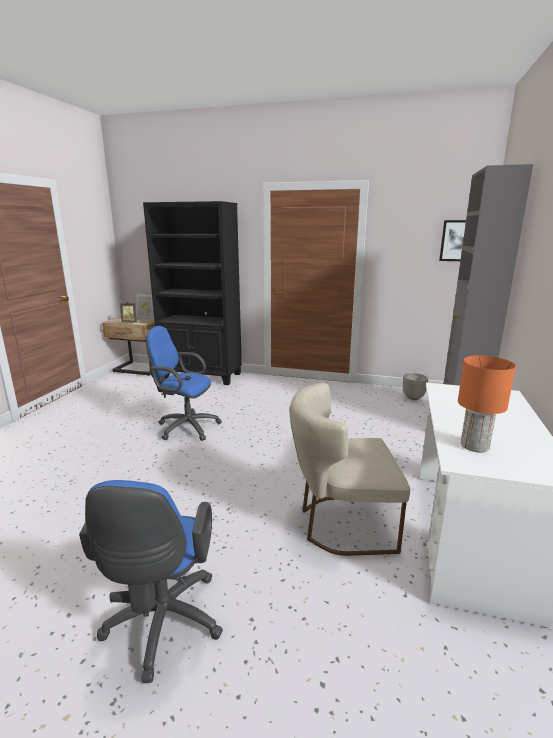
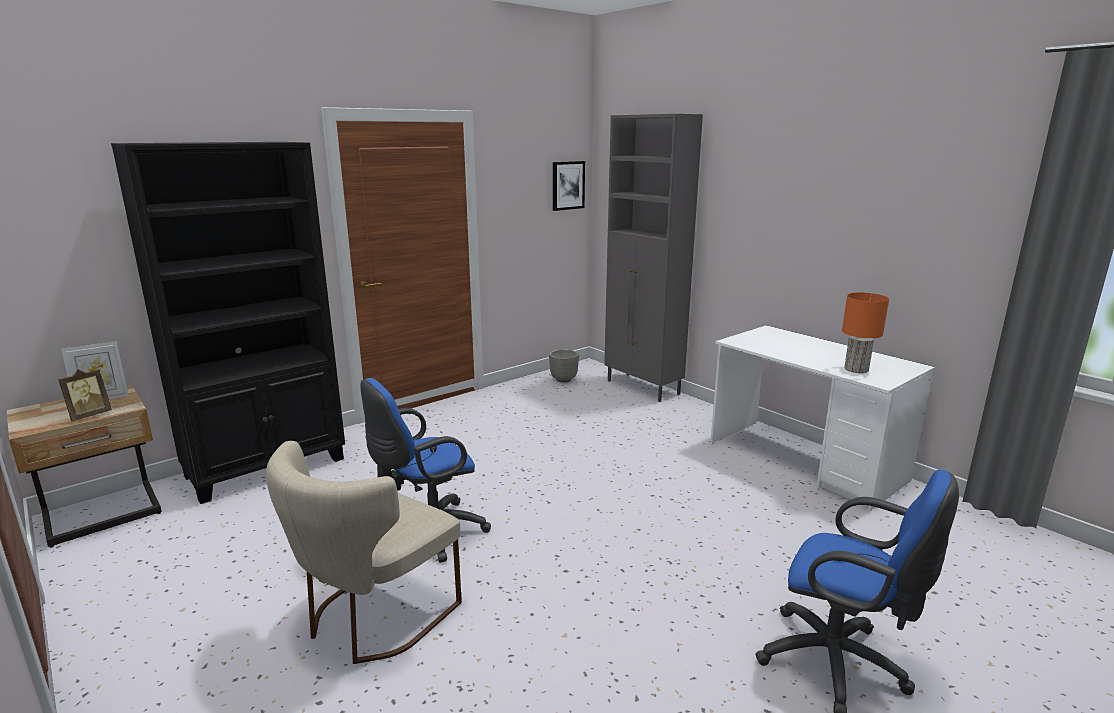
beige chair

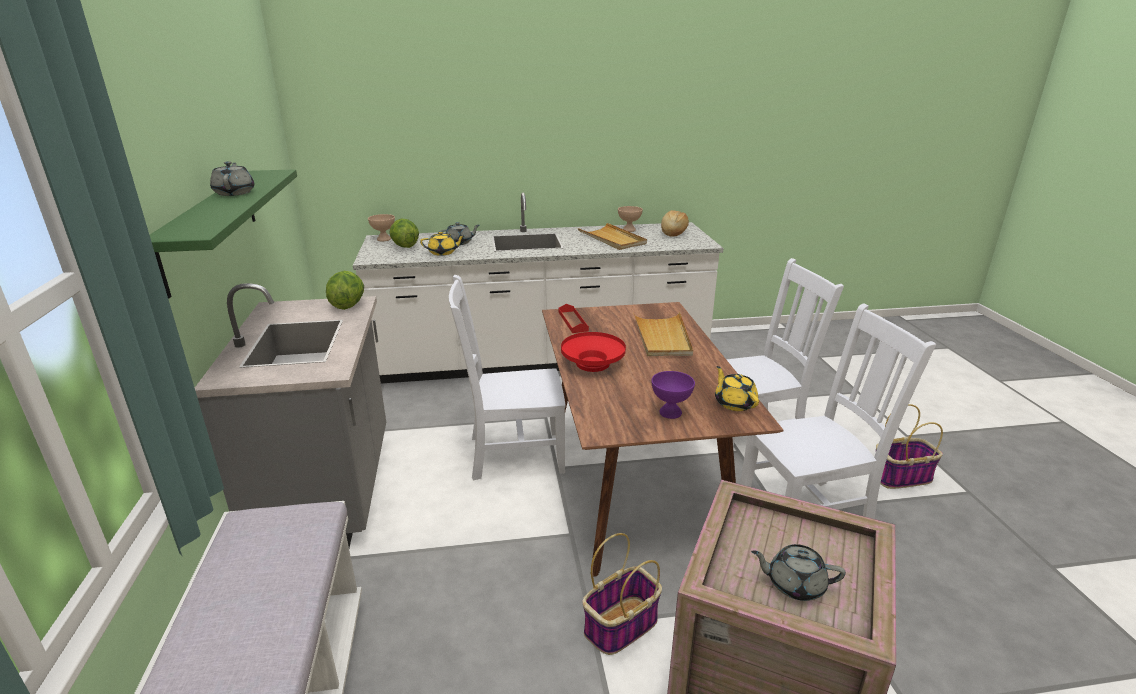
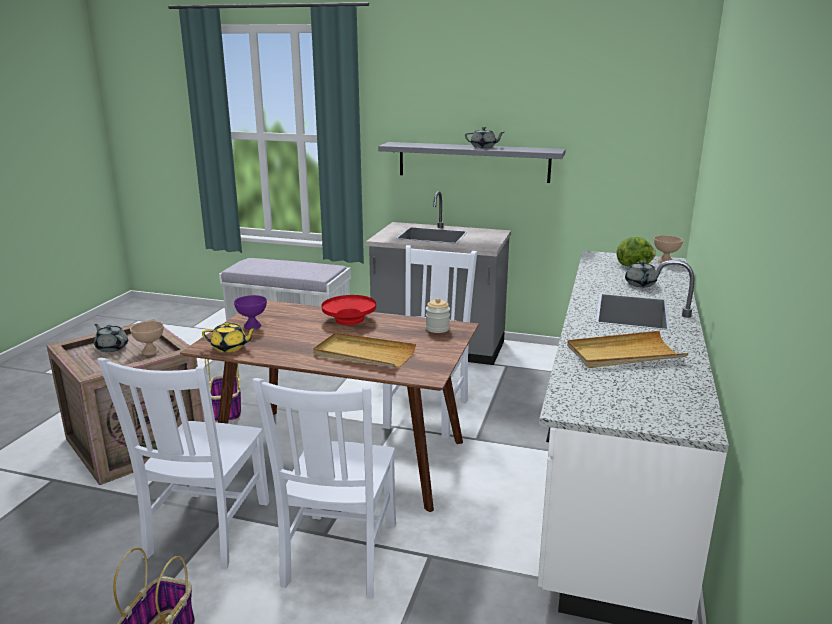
grey shelf
lettuce (1st from left in the first image)
yellow teapot (1st from left in the first image)
jar
beige bowl (1st from left)
bread
grey teapot (1st from left)

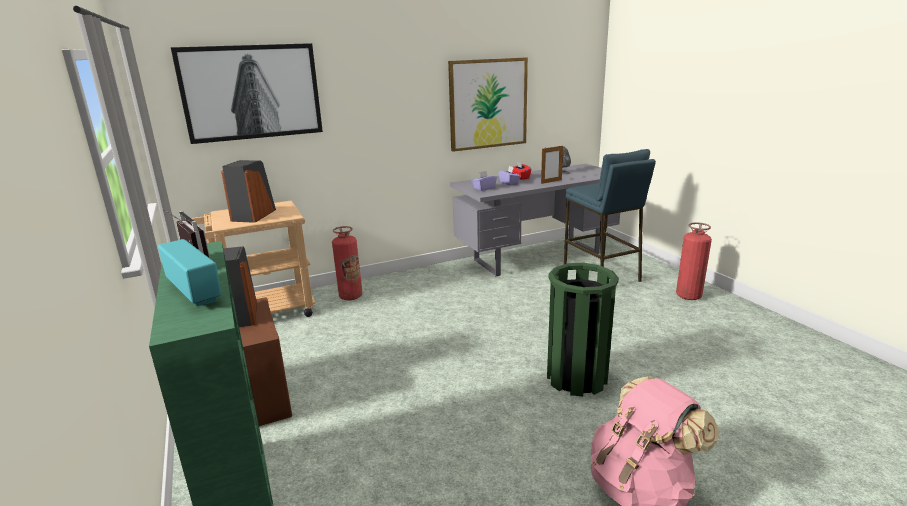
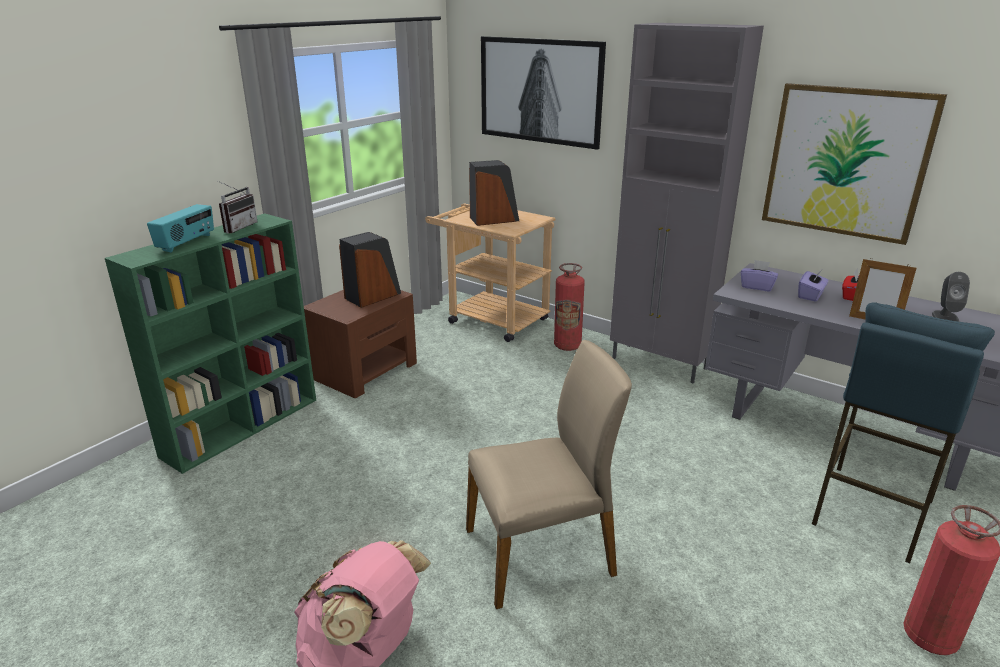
beige chair
grey cabinet

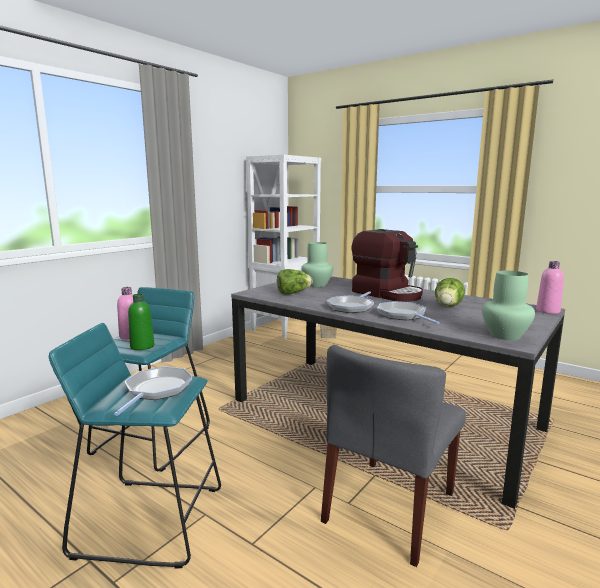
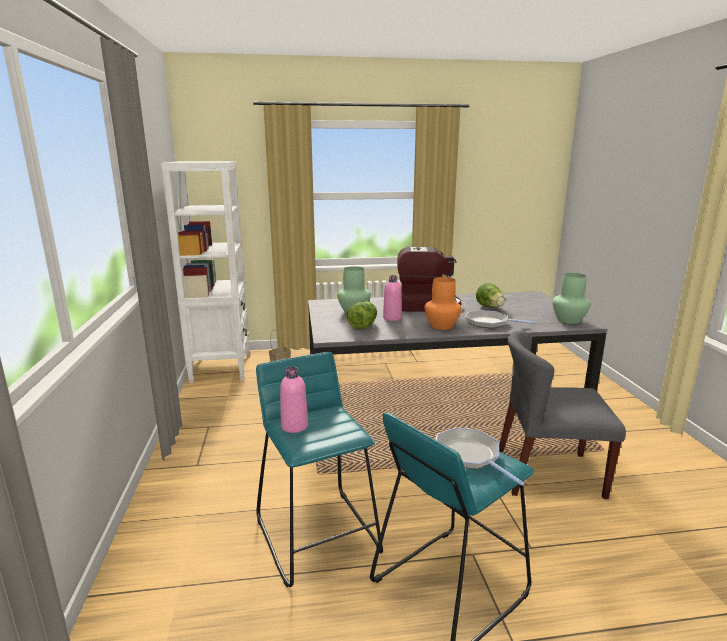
green bottle
grey chair
orange vase
pink bottle (2nd from left)

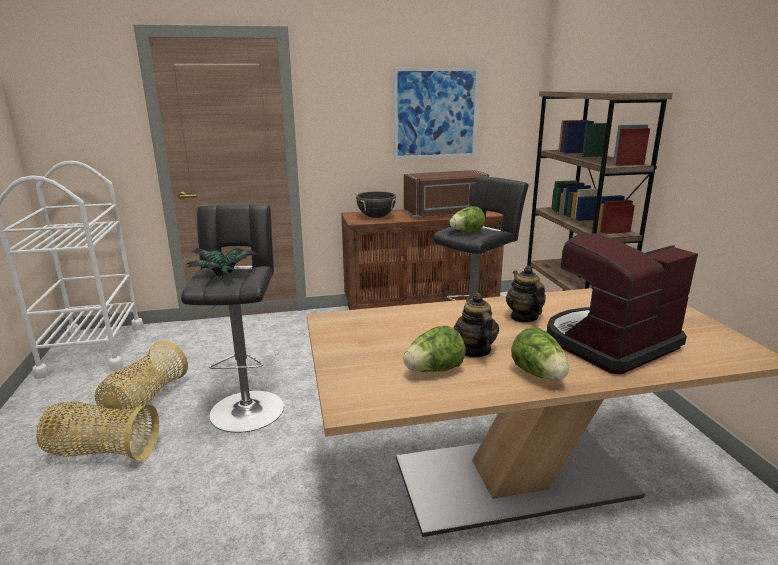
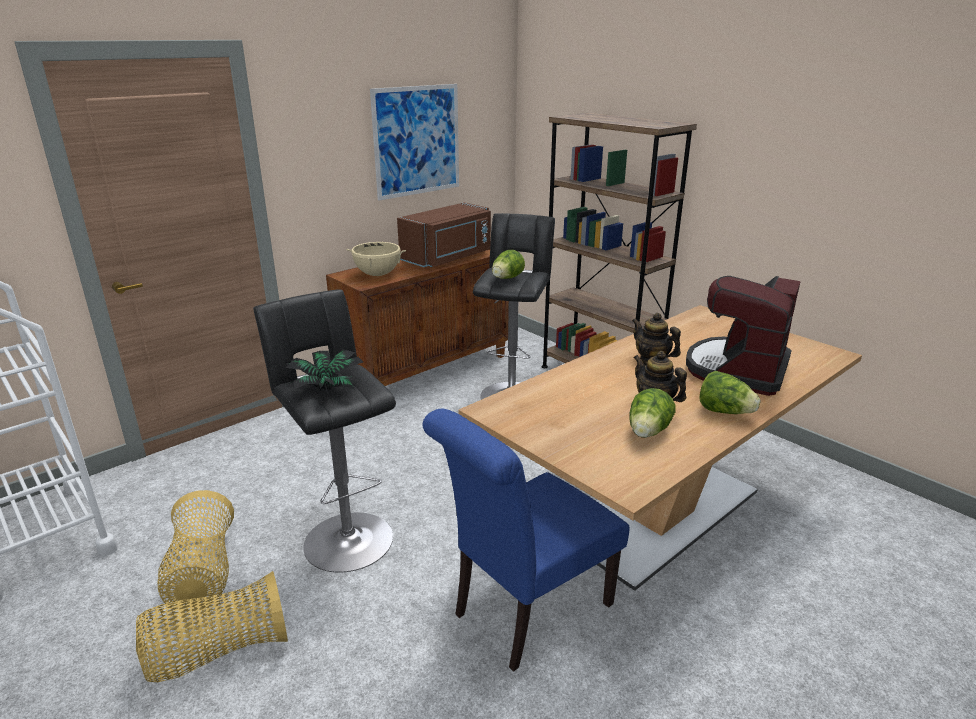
beige cooking pot
blue chair

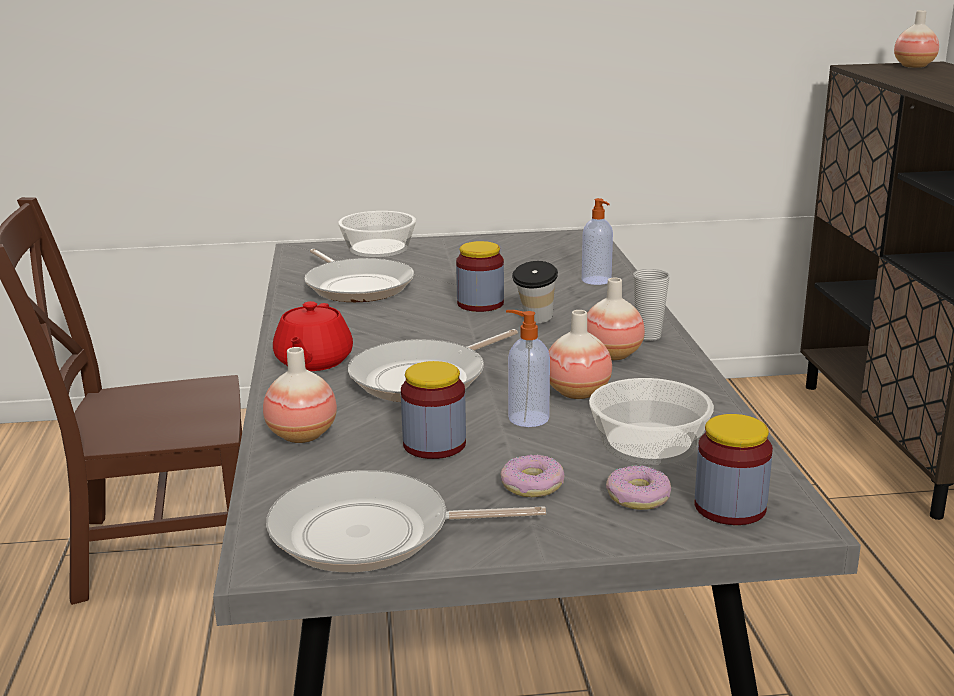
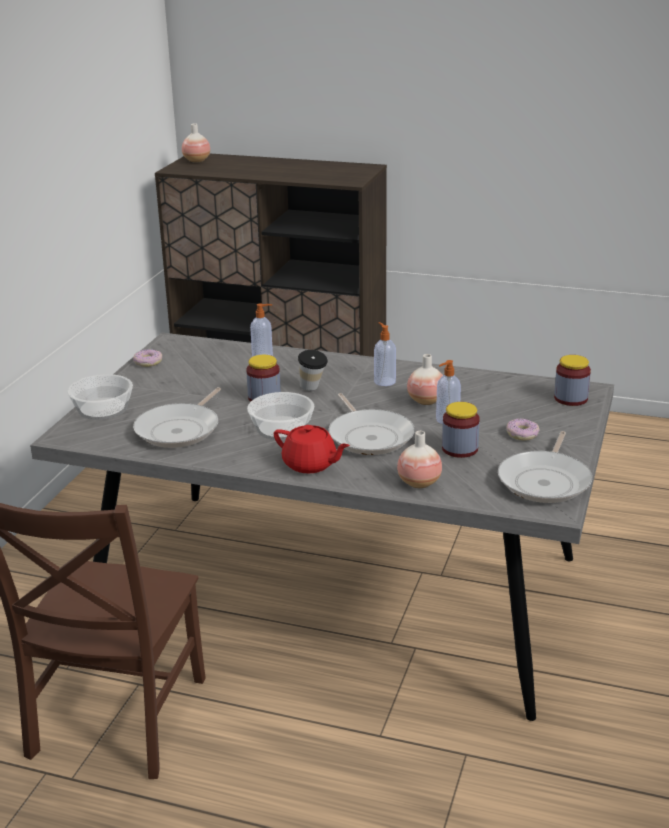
frying pan (1st from left)
soap dispenser (2nd from left)
bowl (2nd from left)
donut (1st from left)
cup (2nd from left in the first image)

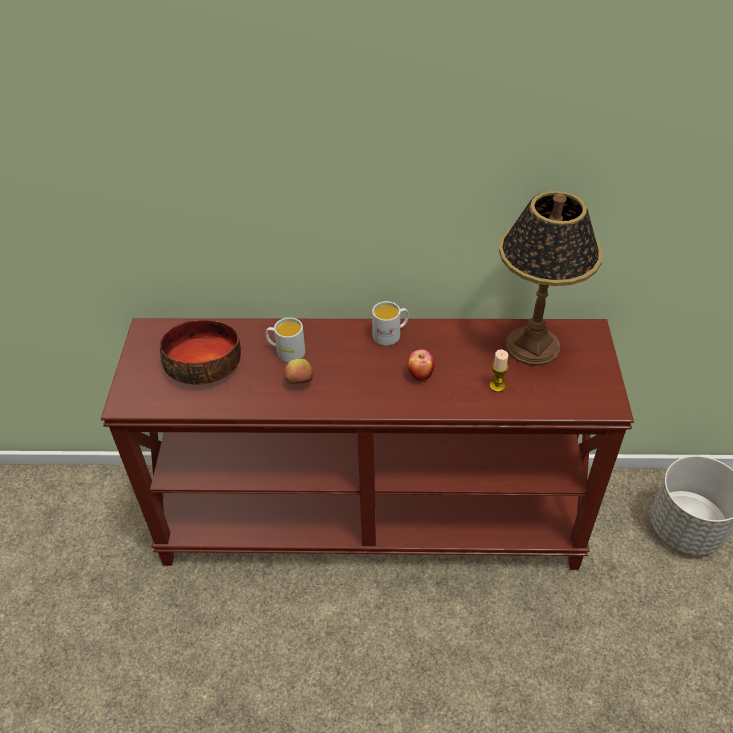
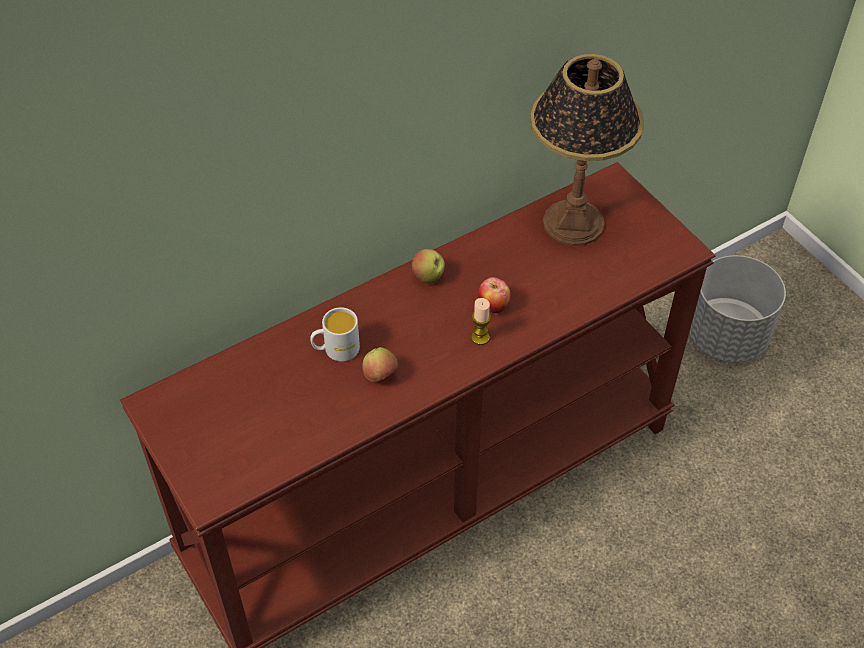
bowl
apple (2nd from left)
candle

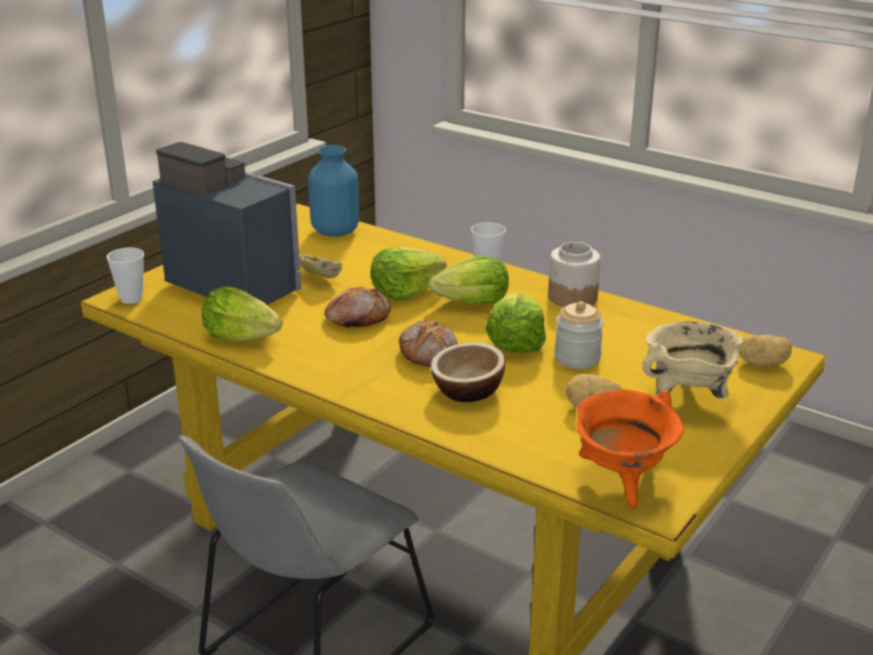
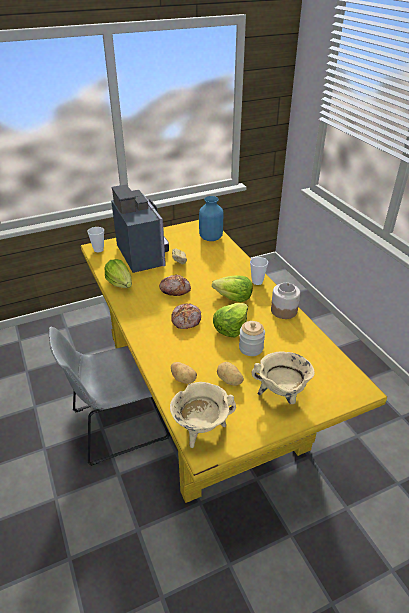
lettuce (2nd from left in the first image)
bowl
beige cooking pot (1st from left)
potato (1st from left)

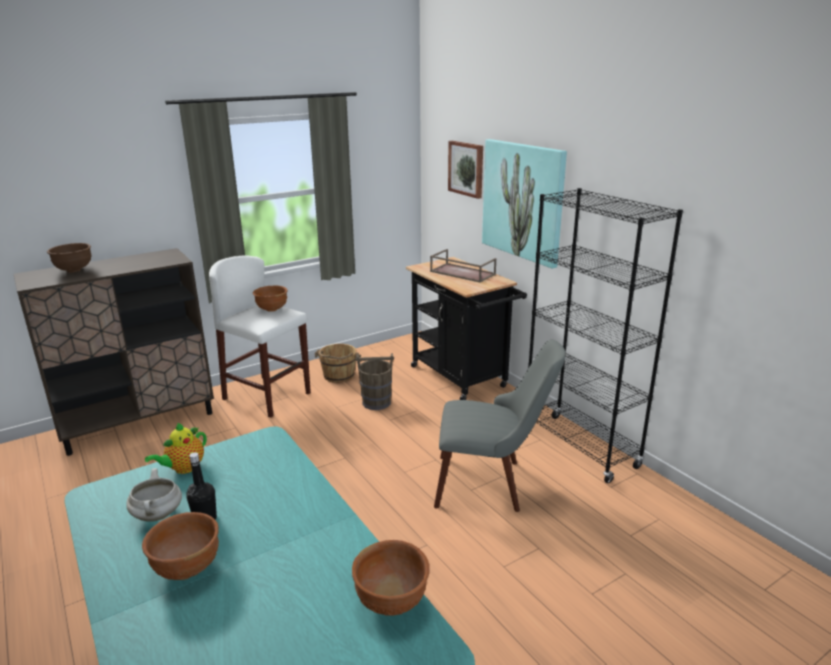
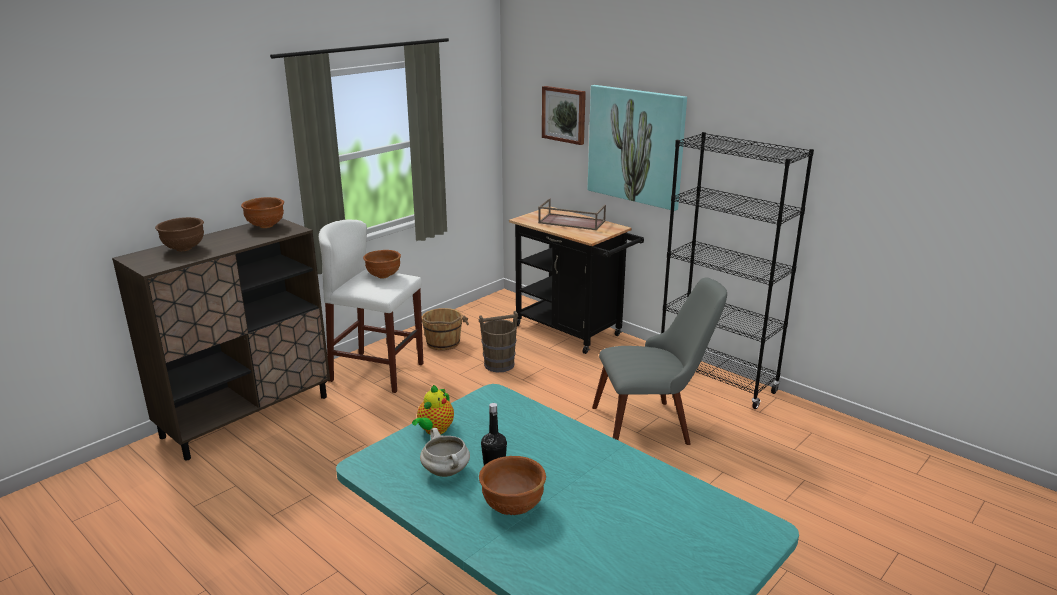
brown bowl (2nd from left)

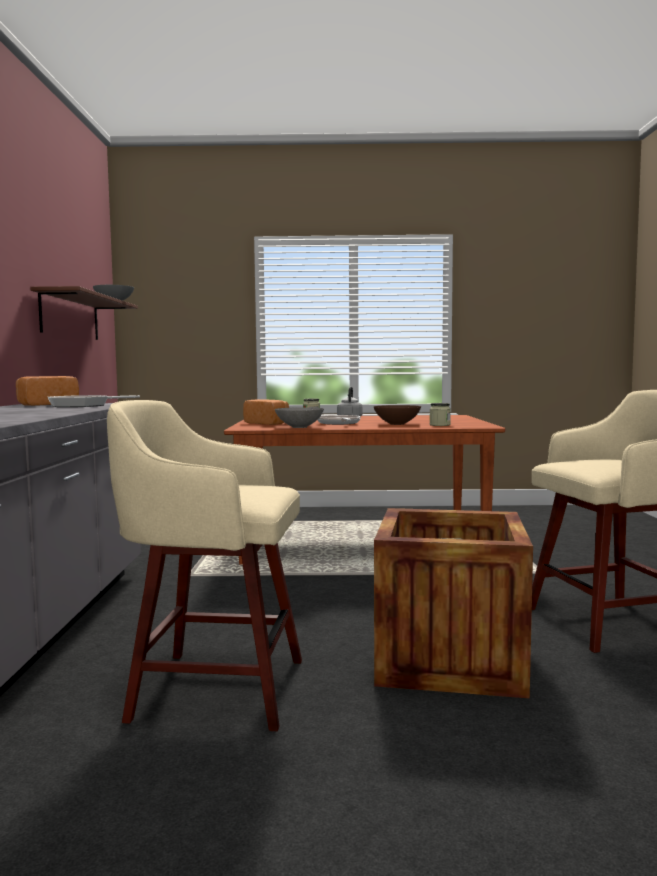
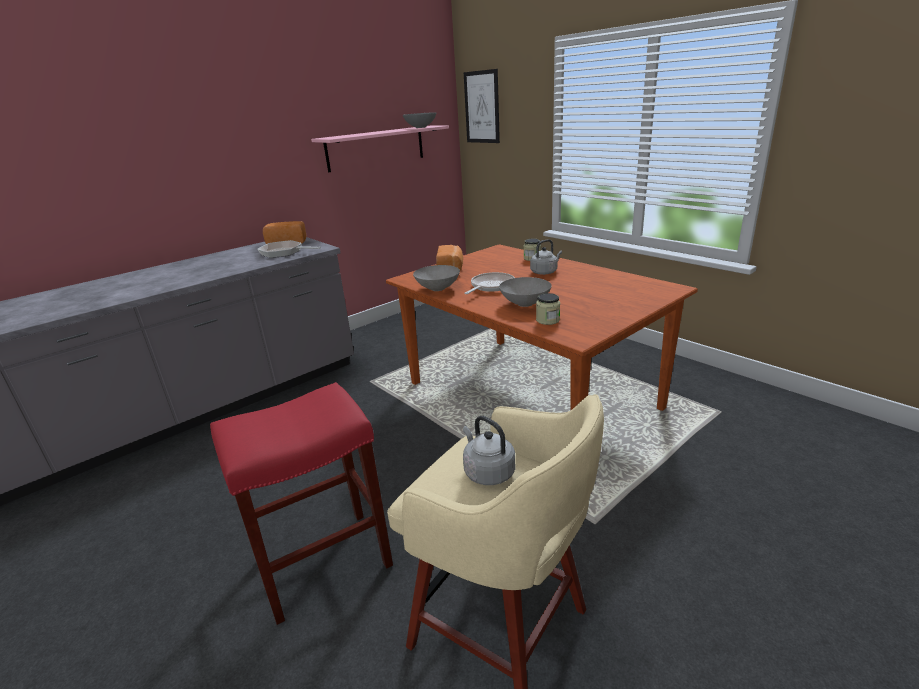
pink shelf
beige stool (1st from left in the first image)
grey bowl (3rd from left)
red stool
grey kettle (1st from left)
picture

